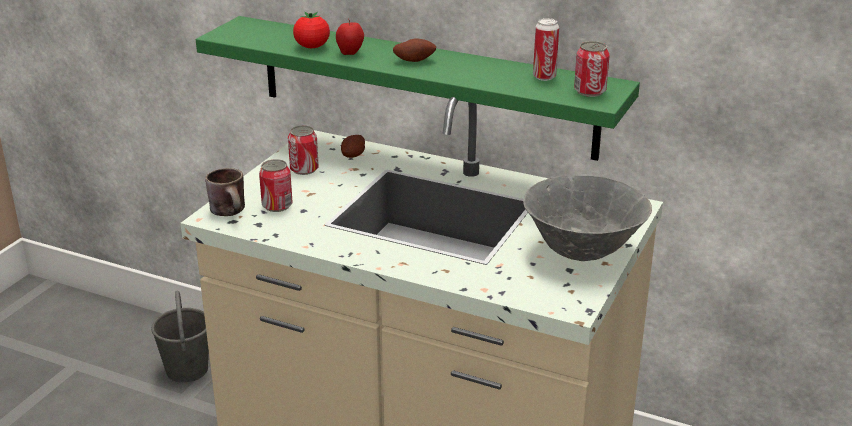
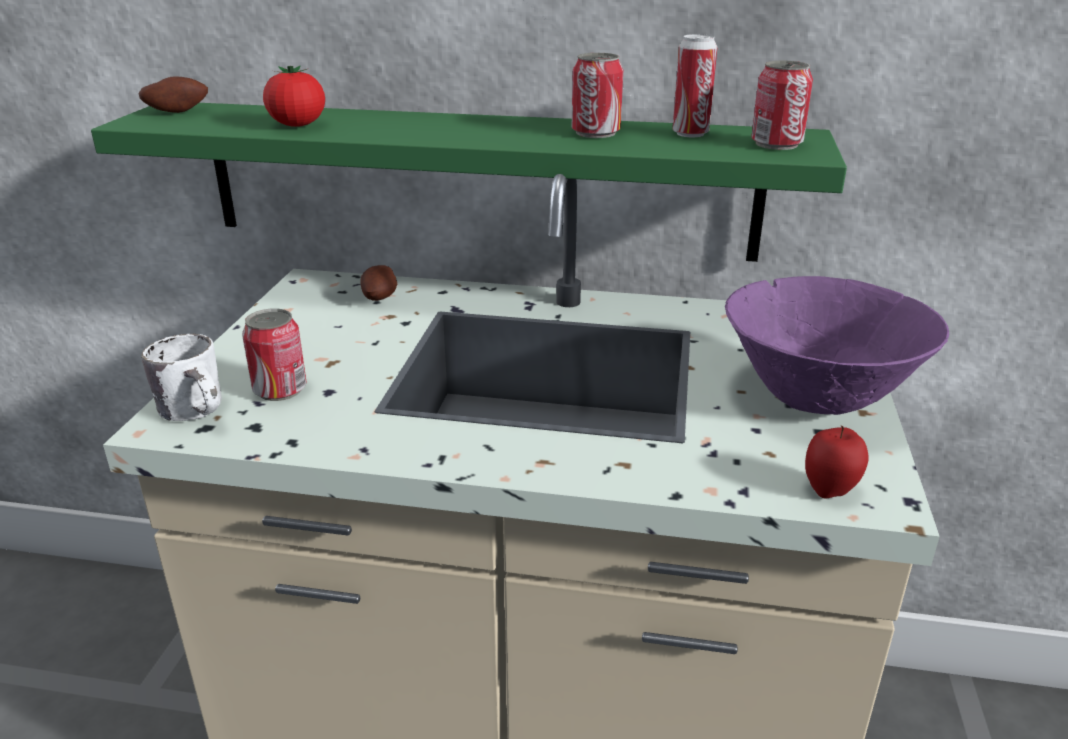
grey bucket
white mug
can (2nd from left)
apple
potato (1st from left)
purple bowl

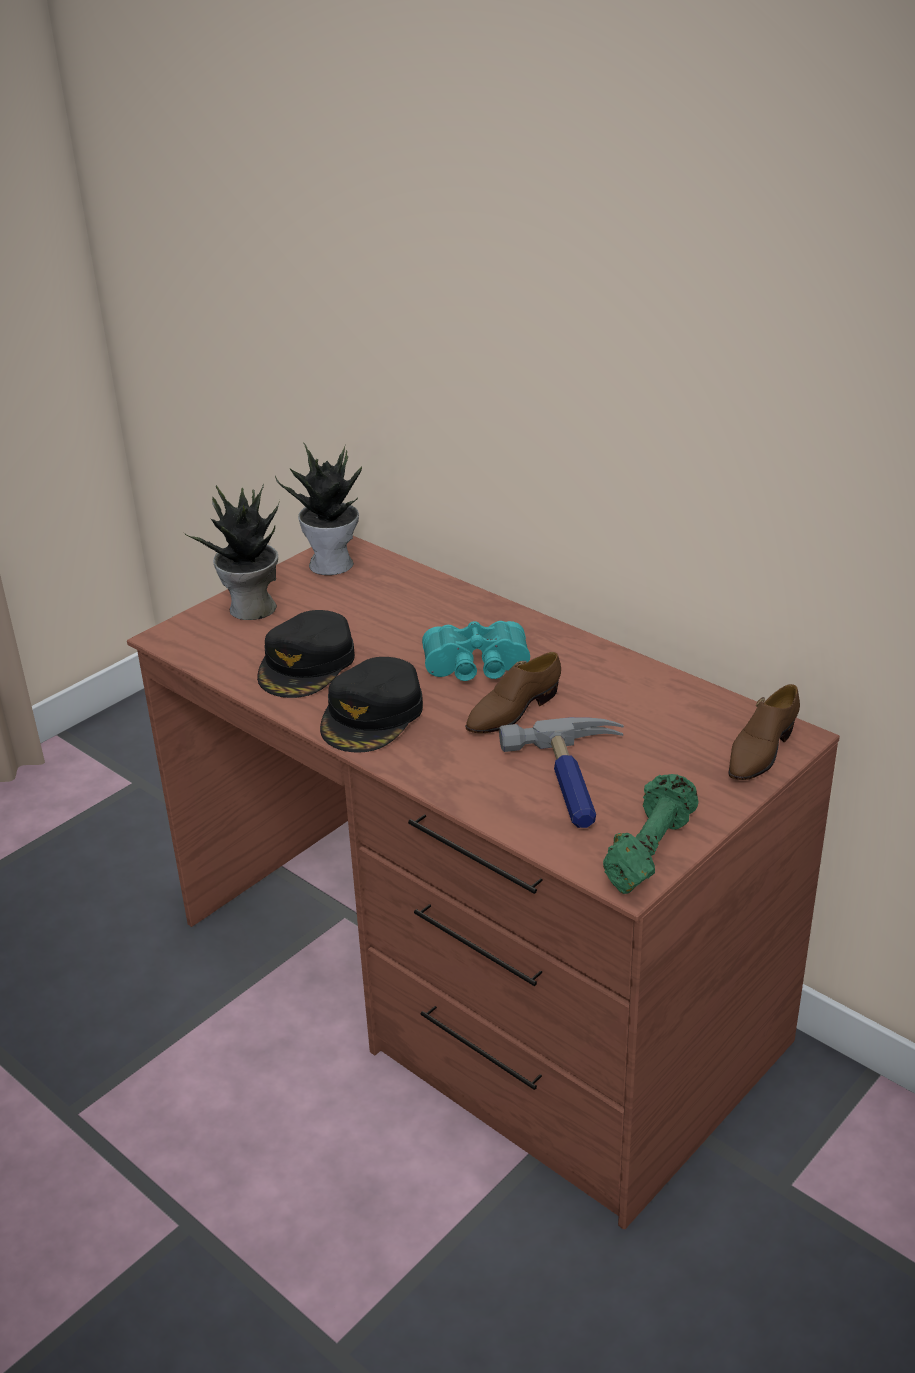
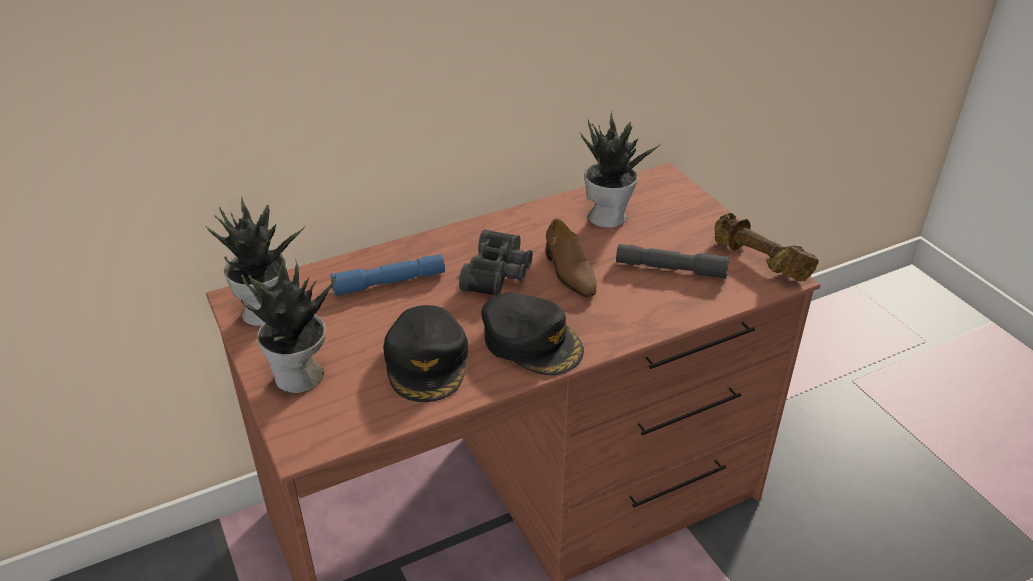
black cap (1st from left)
black binoculars
grey flashlight
brown dumbbell
brown shoe (2nd from left in the first image)
blue flashlight
potted plant (3rd from left)

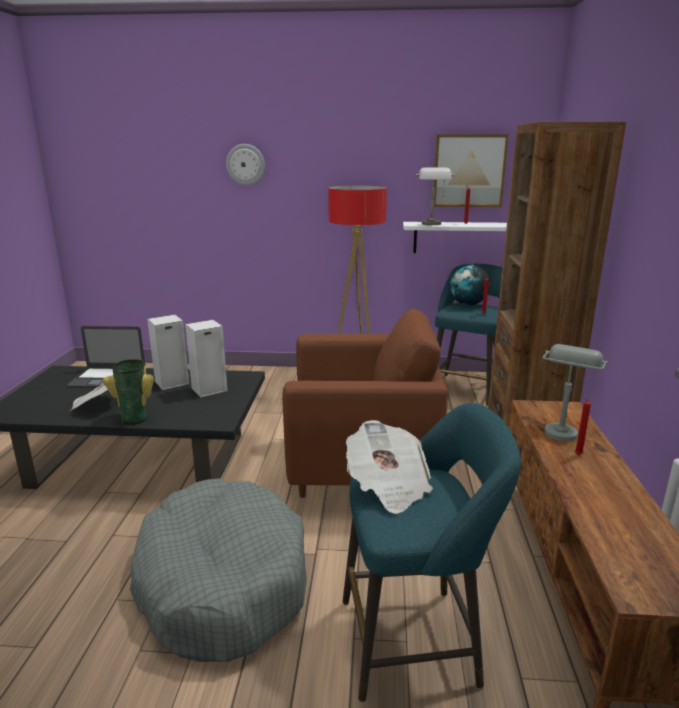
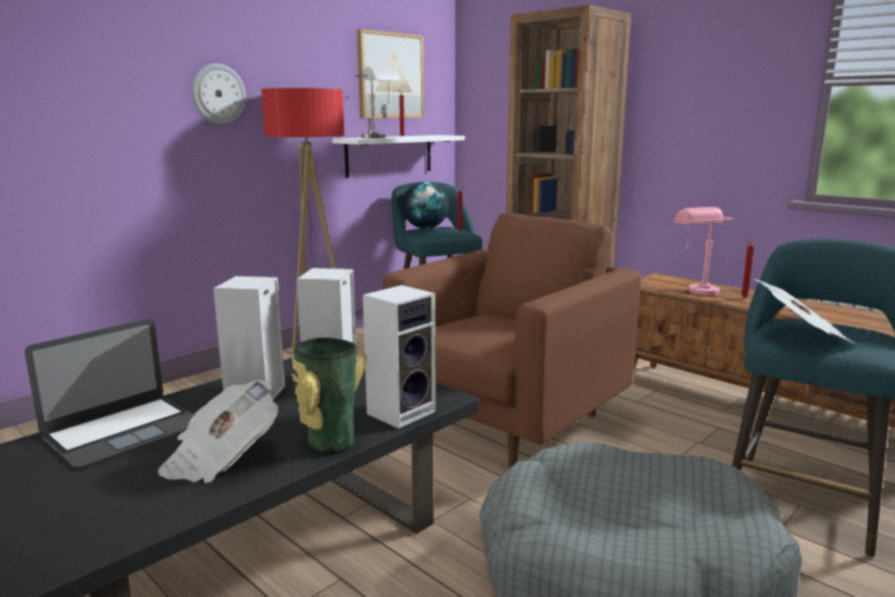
wall clock
pink table lamp
speaker (3rd from left)

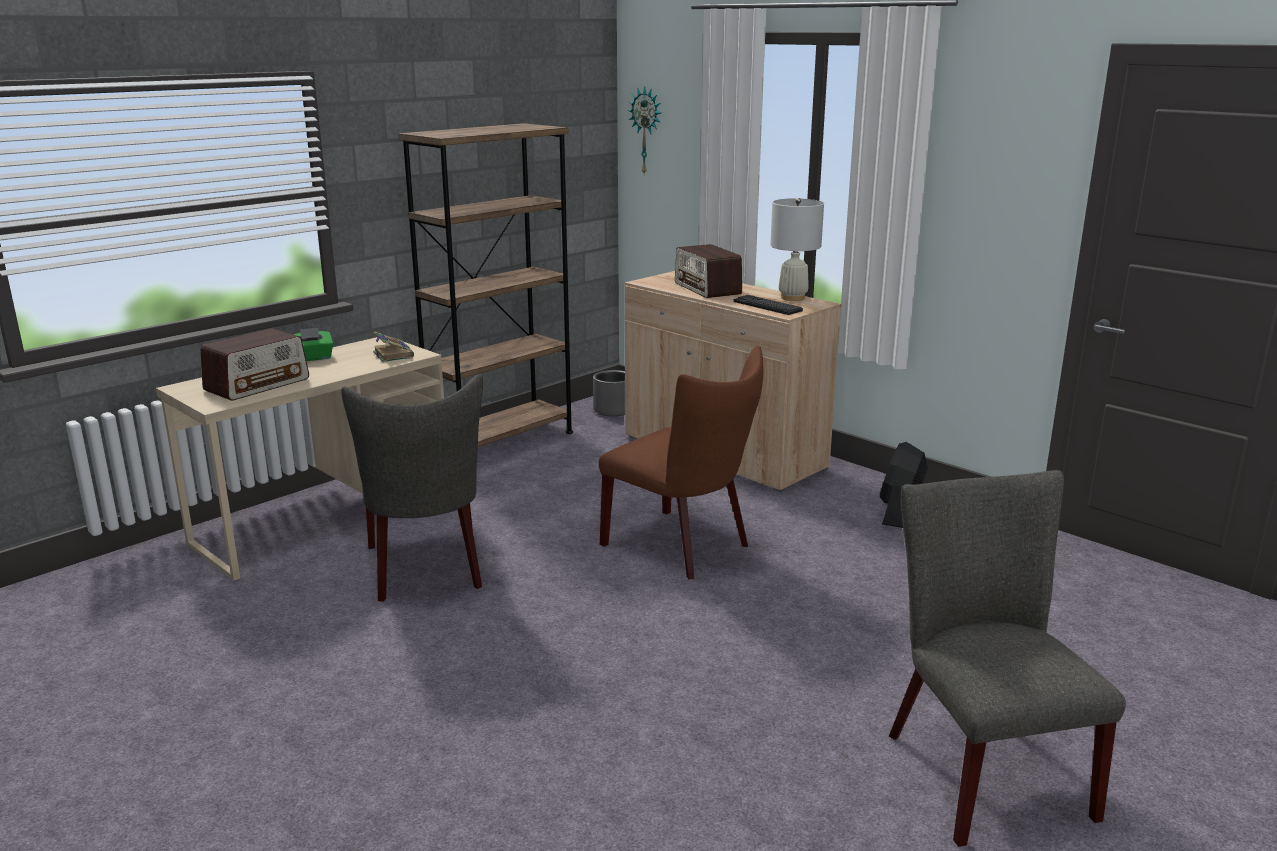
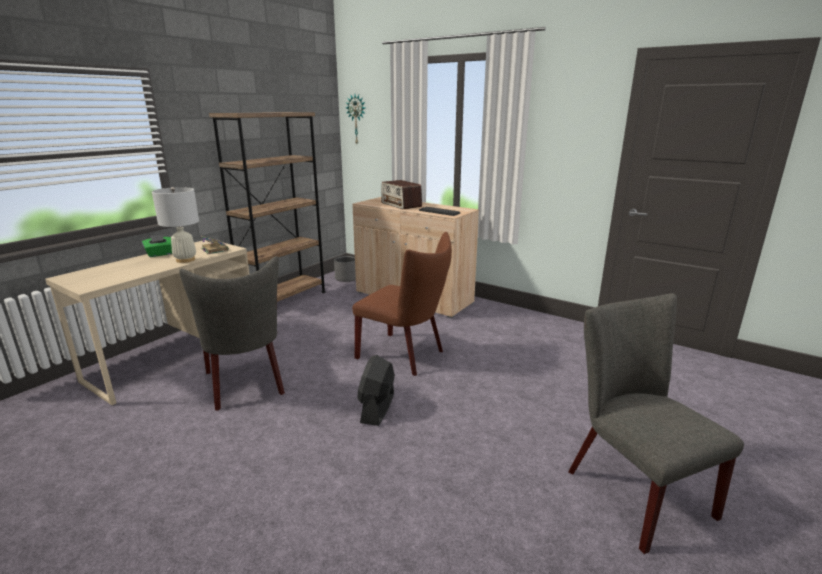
radio (1st from left in the first image)
white table lamp
black fan

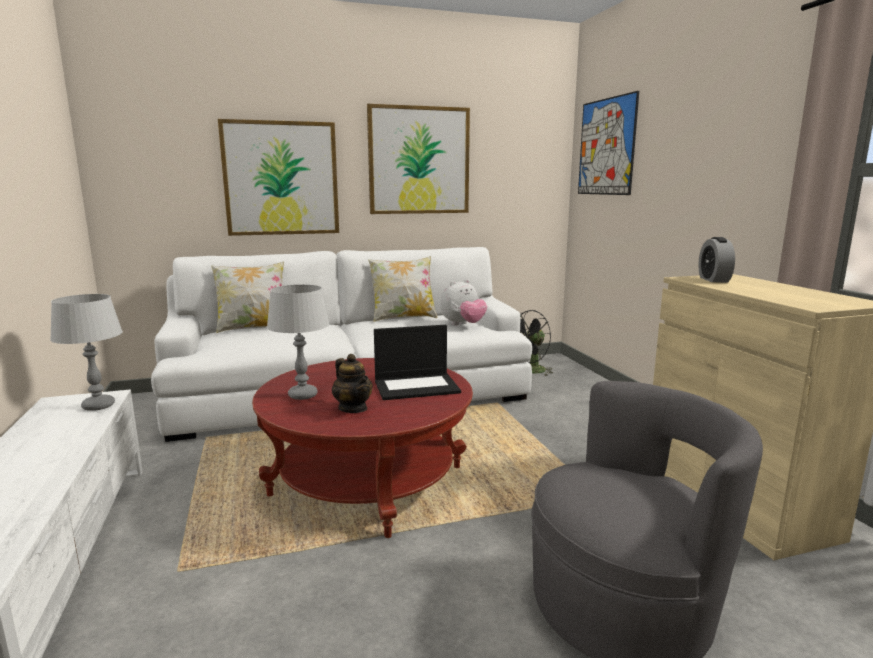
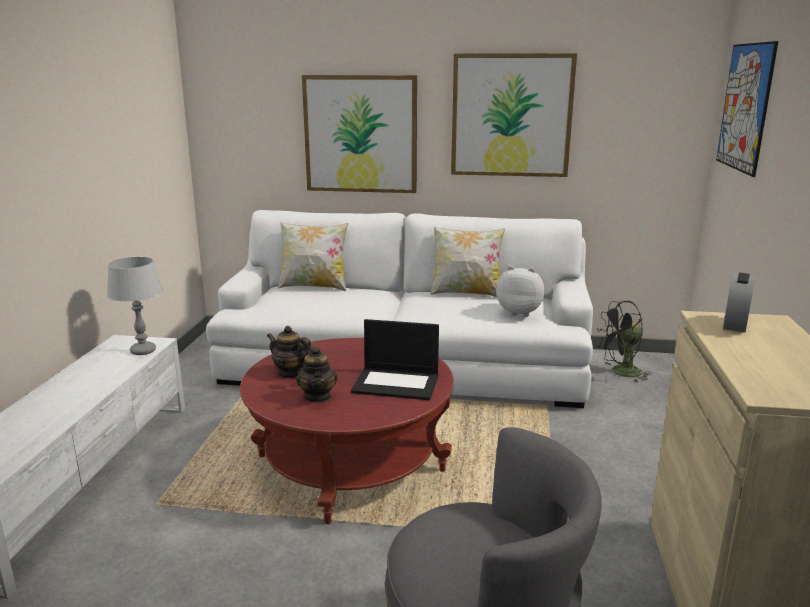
teapot (1st from left)
plush toy

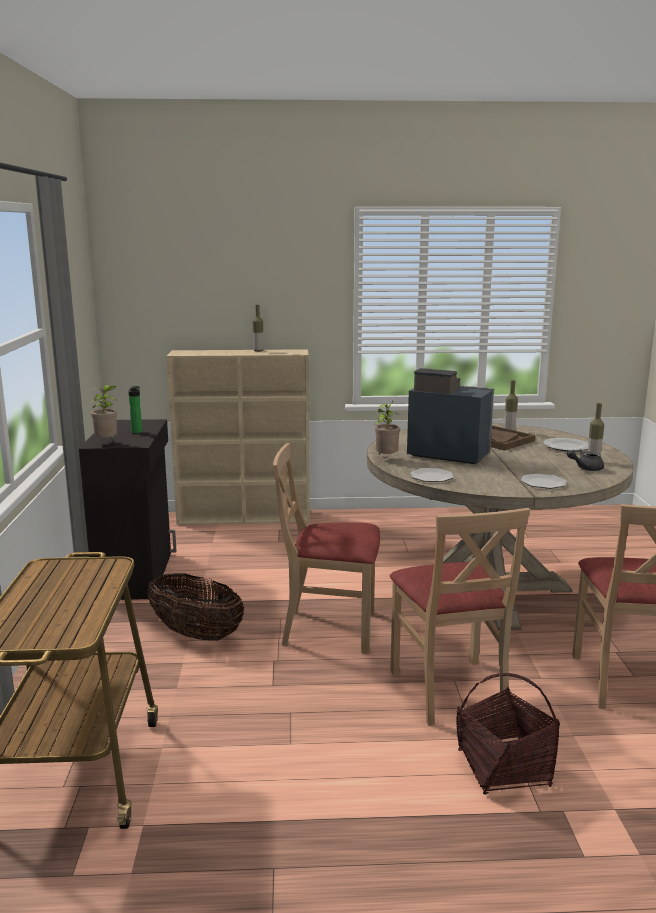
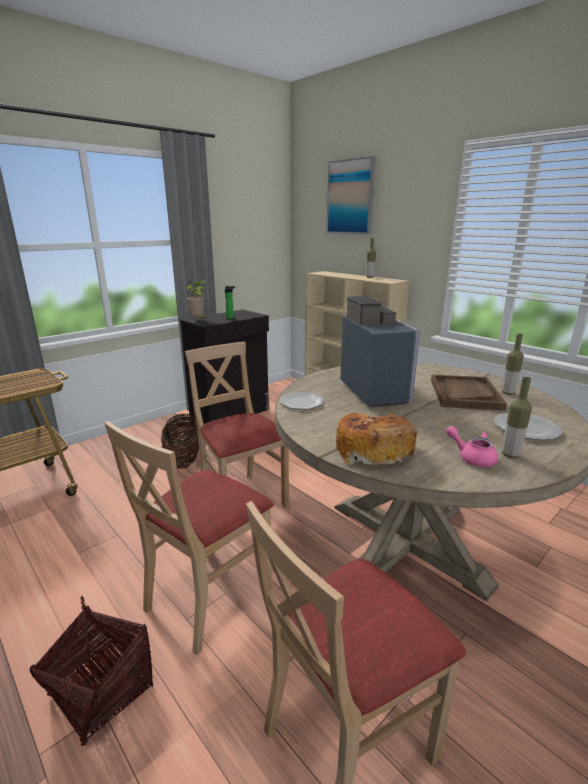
potted plant (2nd from left in the first image)
bread
pink teapot
picture

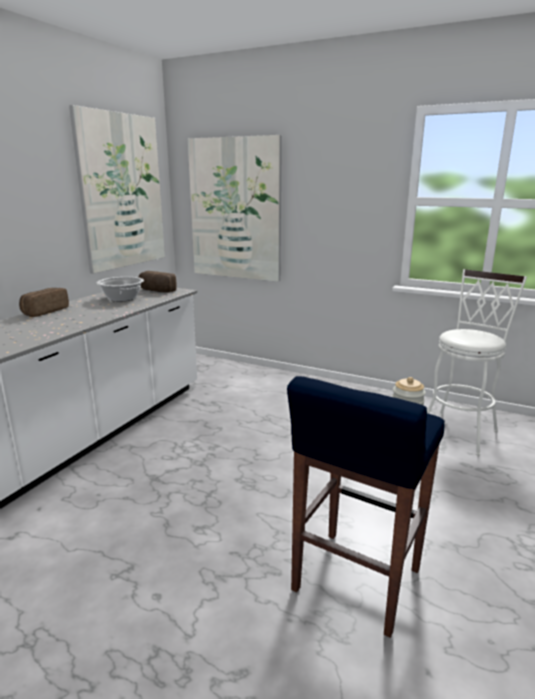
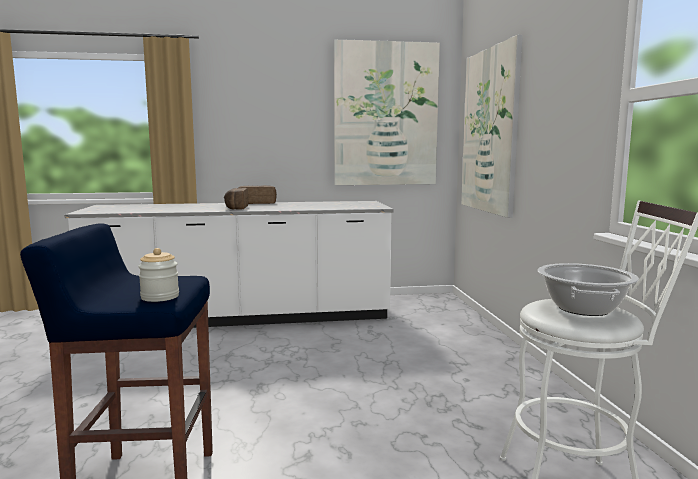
cooking pot
bread (1st from left)

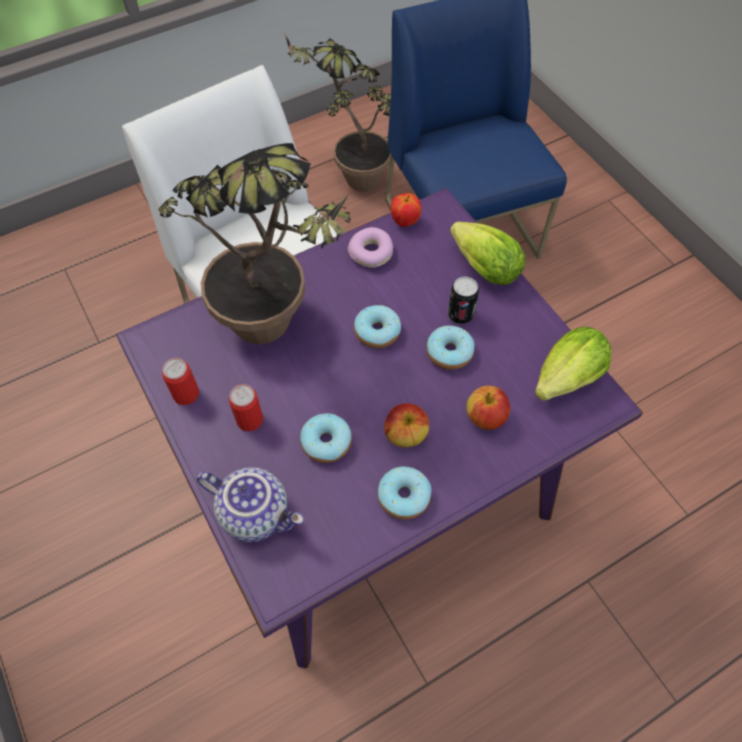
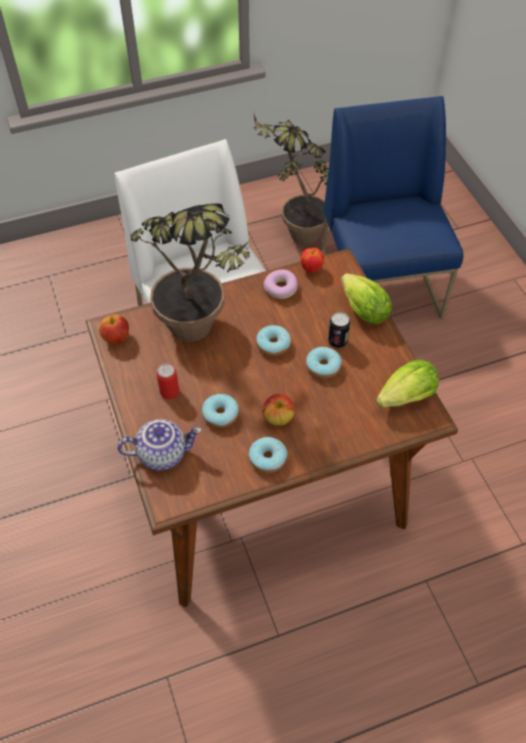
brown dining table
can (1st from left in the first image)
teapot
apple (1st from left)

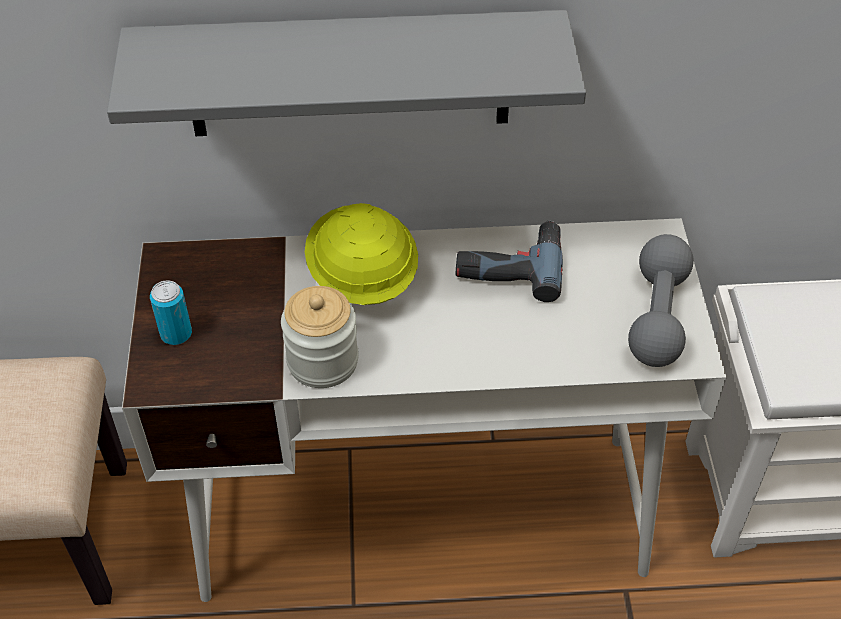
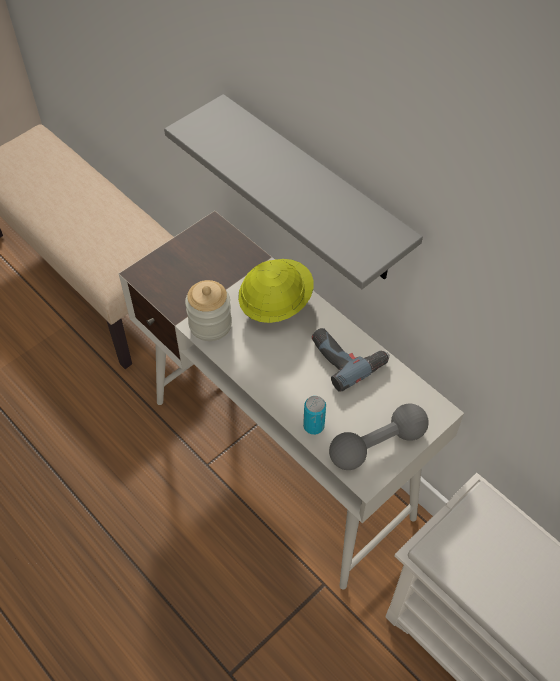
can

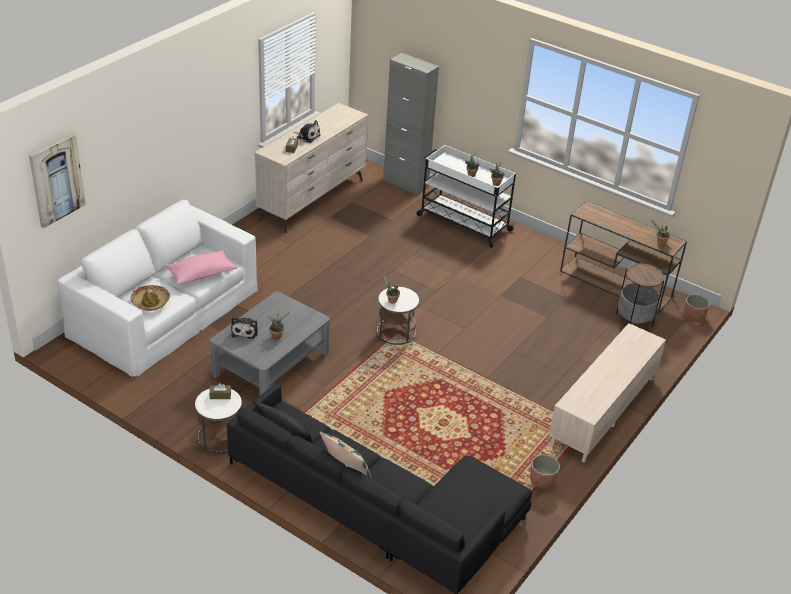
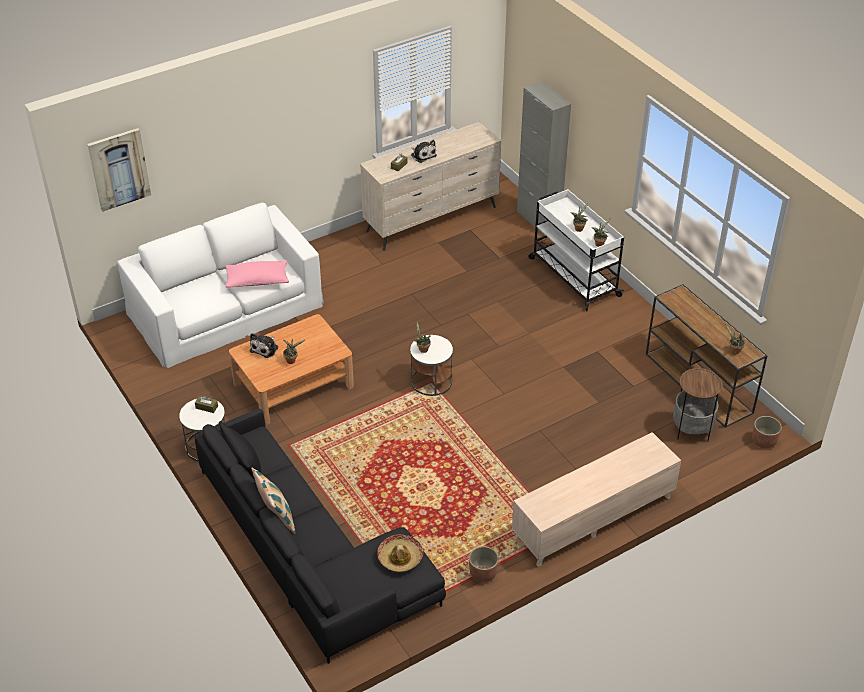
hat
brown coffee table

